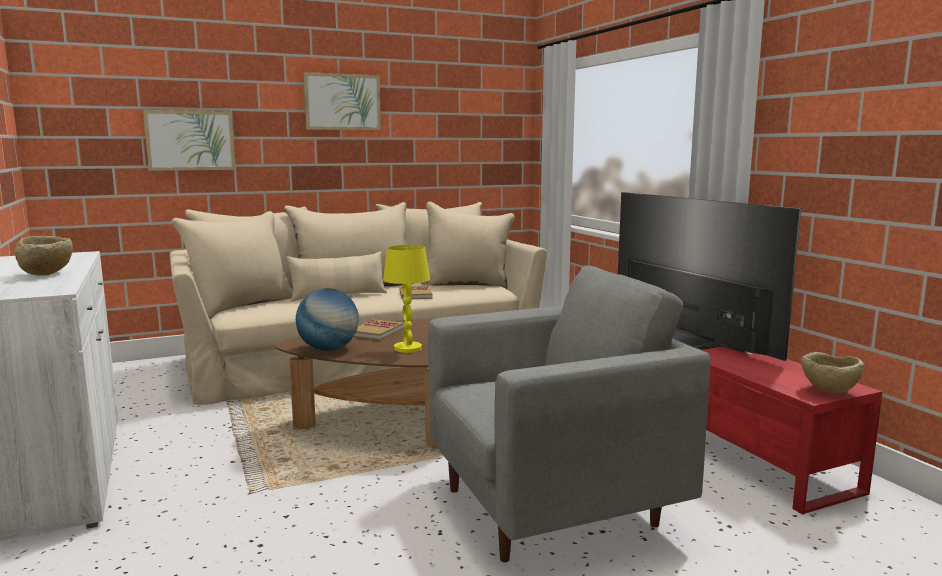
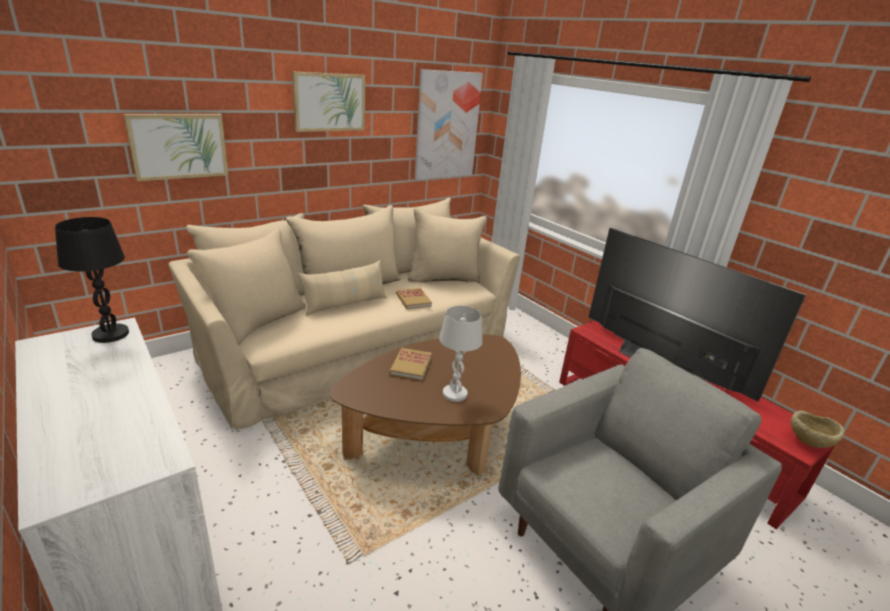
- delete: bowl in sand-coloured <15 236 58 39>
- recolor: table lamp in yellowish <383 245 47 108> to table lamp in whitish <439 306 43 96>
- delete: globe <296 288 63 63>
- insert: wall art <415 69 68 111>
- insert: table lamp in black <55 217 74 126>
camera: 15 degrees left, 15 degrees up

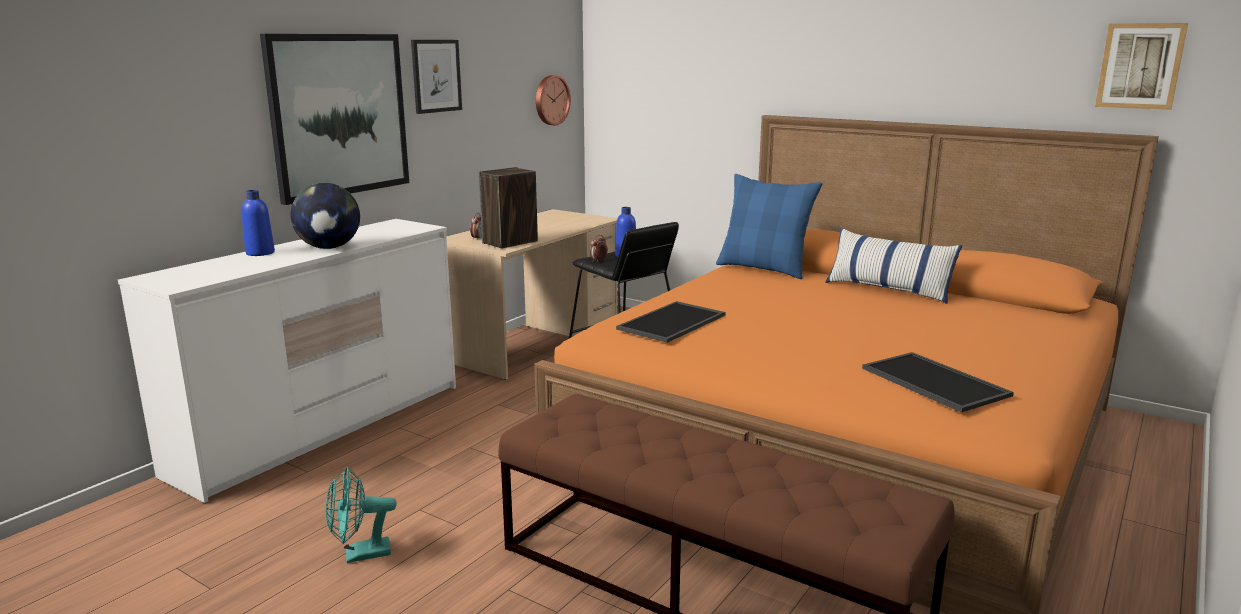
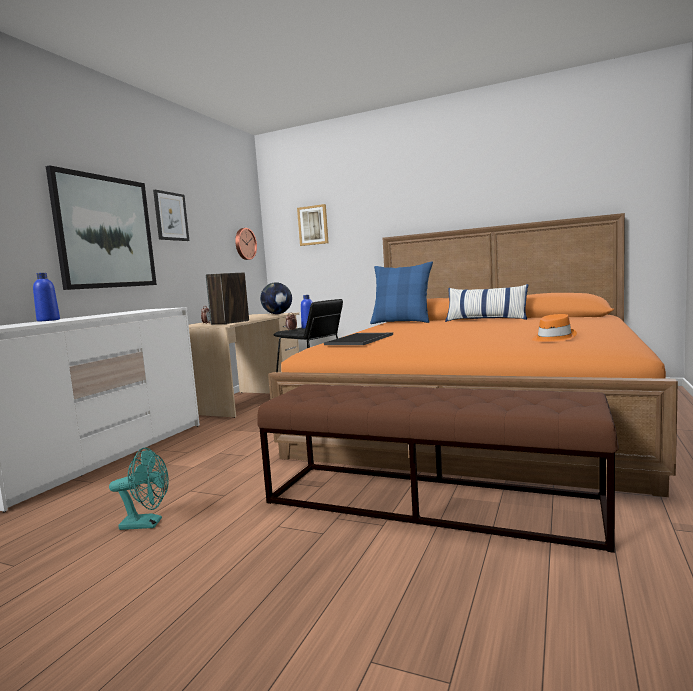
- move: wall art <1095 23 93 87> to <297 204 32 42>
- move: globe <291 183 69 66> to <260 282 32 32>
- replace: tray <862 352 152 61> to hat in orangey <532 314 45 28>
- rotate: cooling fan in blue-green <326 467 71 96> = <109 448 60 82> 150 degrees counterclockwise
camera: 10 degrees left, 10 degrees down

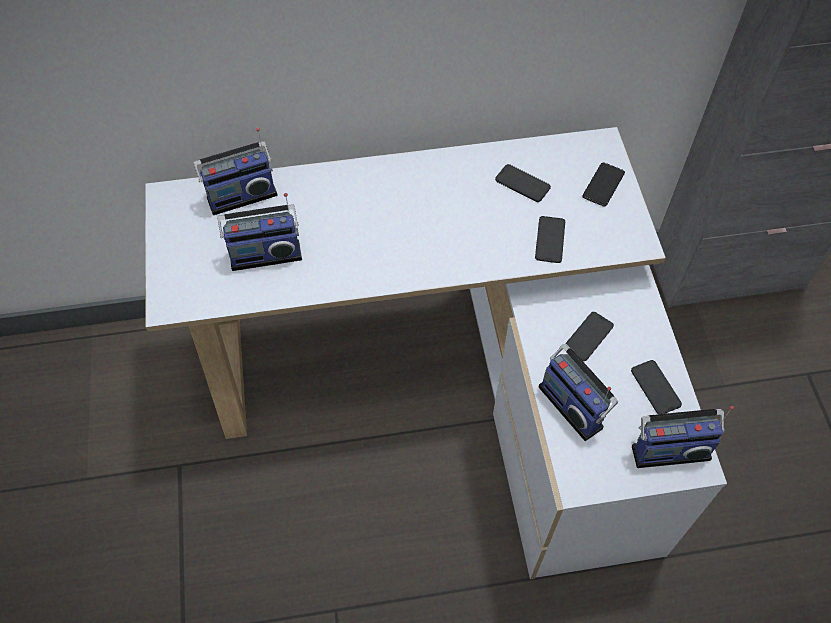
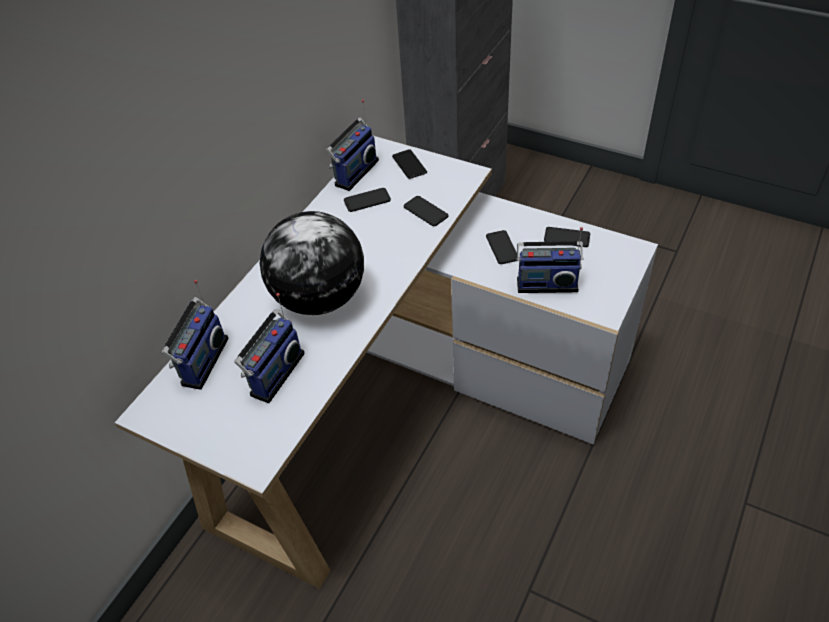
- move: radio <632 406 102 62> to <326 100 53 91>
- insert: globe <260 211 104 104>
camera: 50 degrees left, 10 degrees down

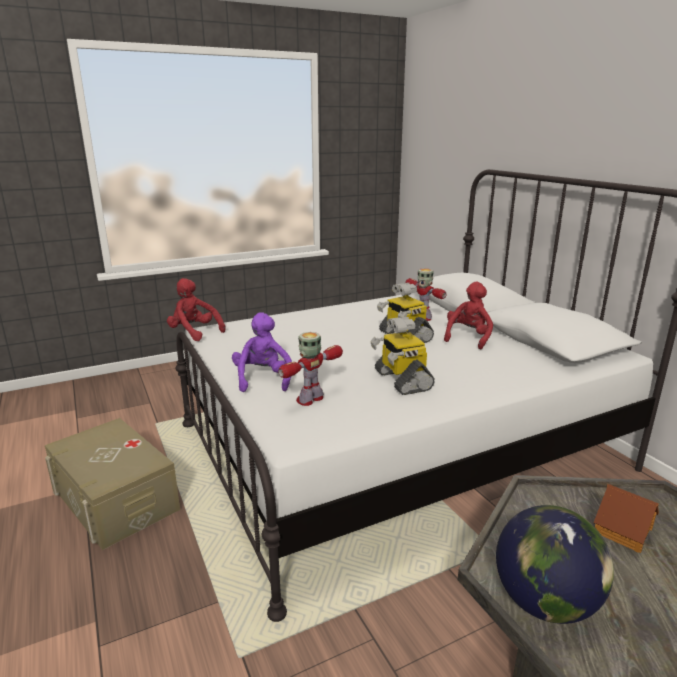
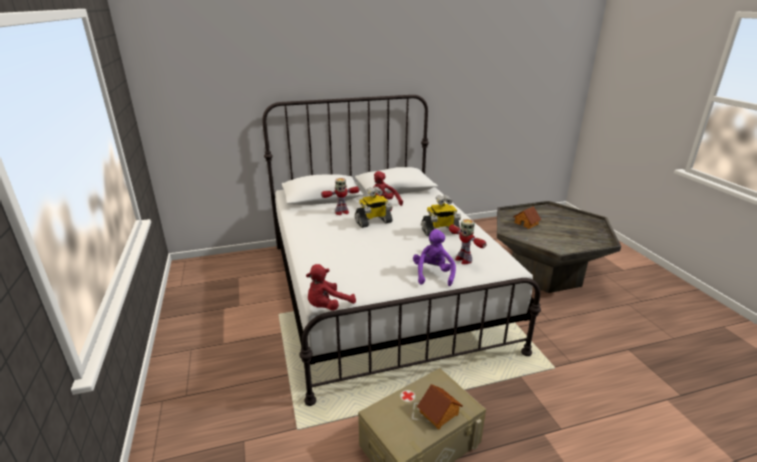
- rotate: cuddly toy in purplish <232 312 60 80> = <413 229 43 57> 90 degrees clockwise
- delete: globe <496 505 118 119>
- insert: model house <417 384 46 45>
camera: 80 degrees left, 5 degrees up

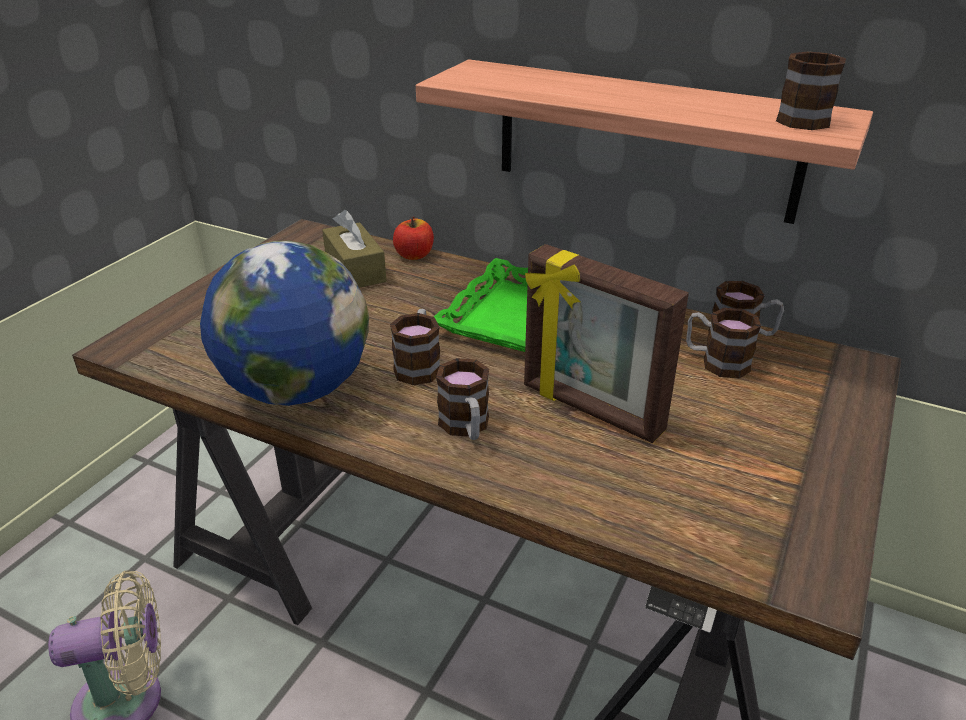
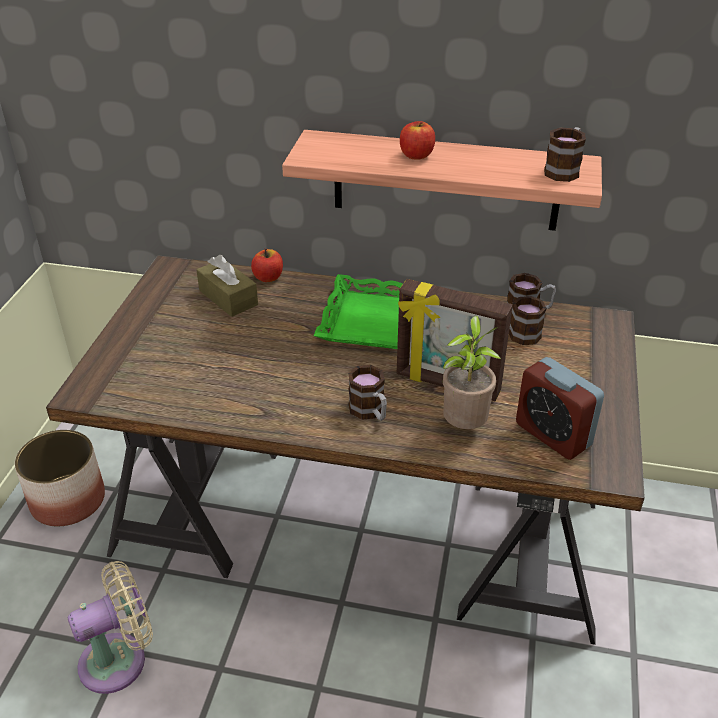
- delete: globe <200 241 169 165>
- delete: mug <390 309 50 76>
- insert: apple fruit <400 121 35 39>
- insert: plant in a pot <443 316 59 113>
- insert: bedside clock <516 357 88 103>
- insert: flower pot <15 430 90 96>
camera: 15 degrees left, 5 degrees up

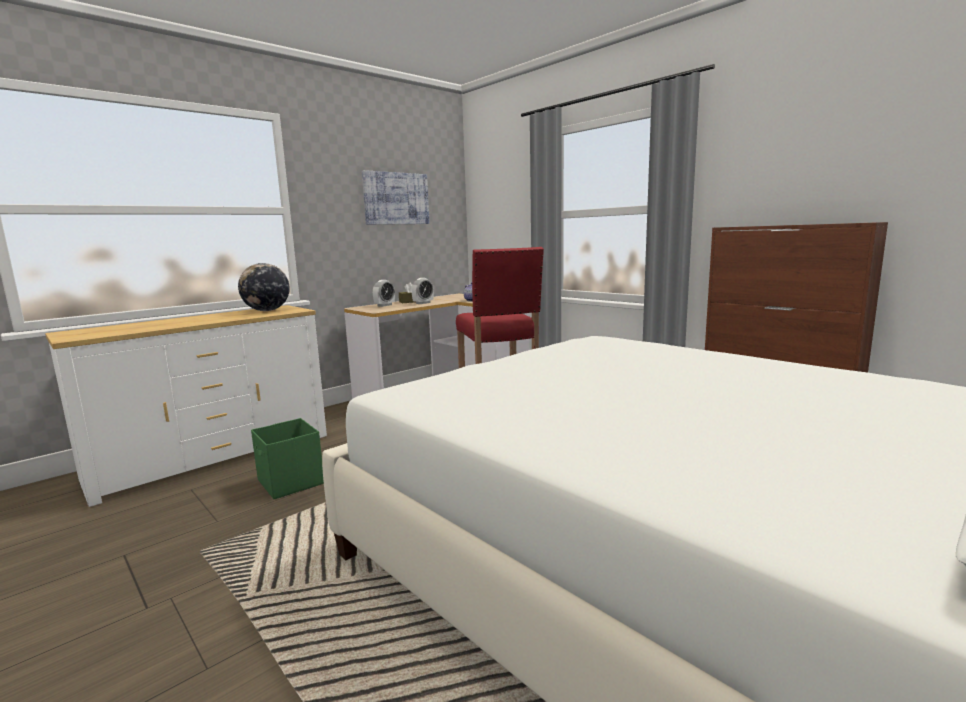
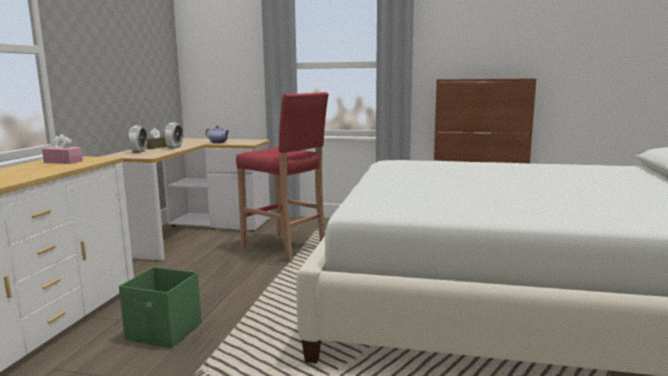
- delete: wall art <362 170 68 55>
- replace: globe <238 263 52 48> to tissue holder in pink <42 134 41 30>
camera: 35 degrees left, 0 degrees up

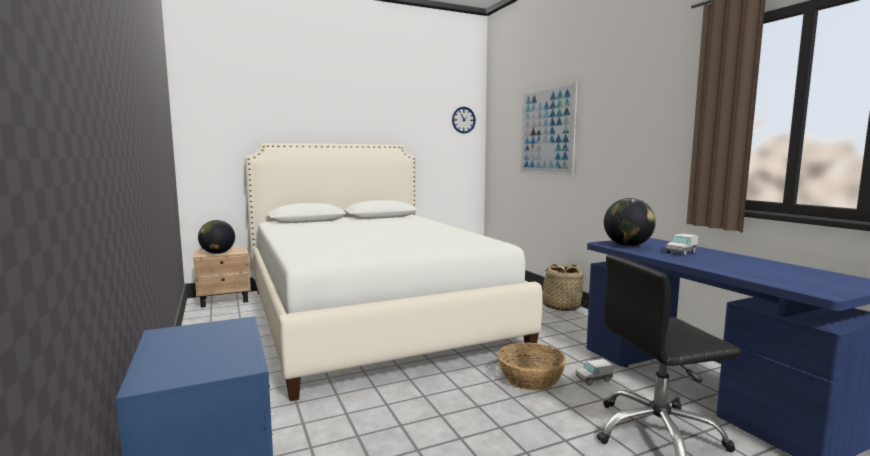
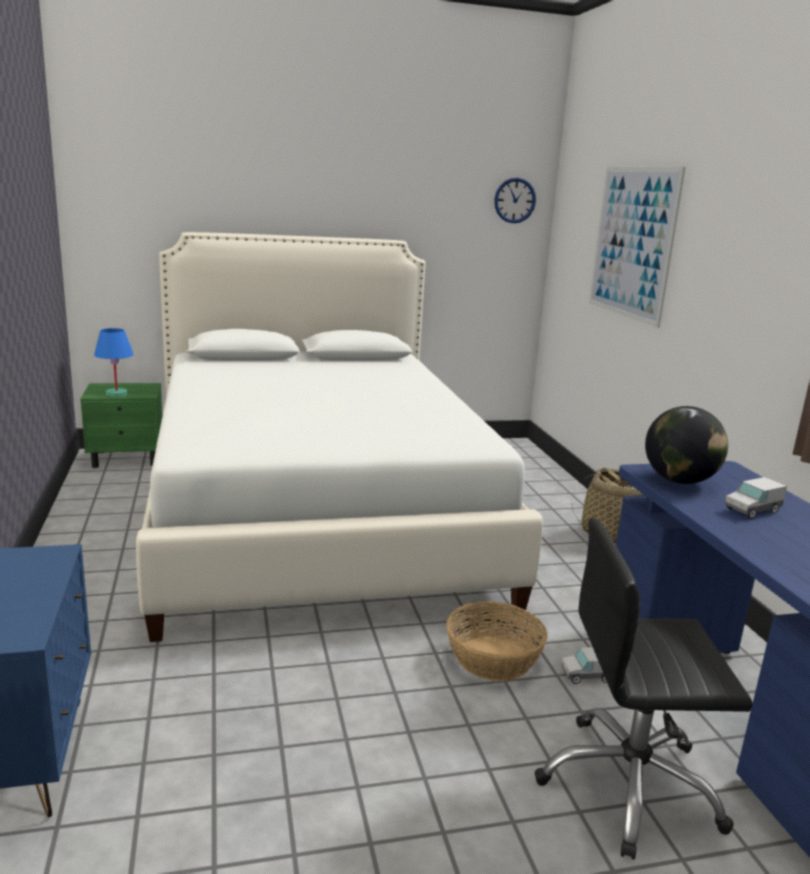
- replace: globe <198 220 37 34> to table lamp in bluish <94 328 40 69>
- recolor: bedside table in sand-coloured <193 246 58 62> to bedside table in green <80 383 83 85>
camera: 10 degrees right, 10 degrees up

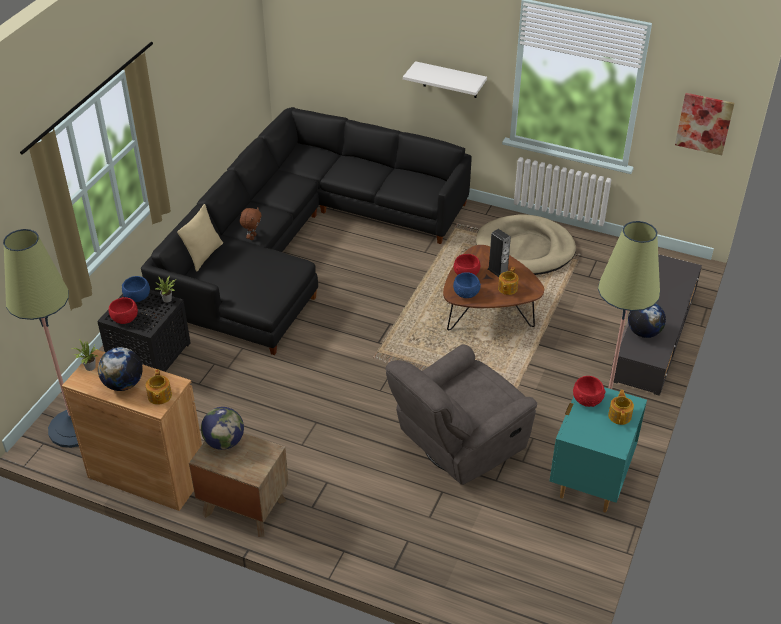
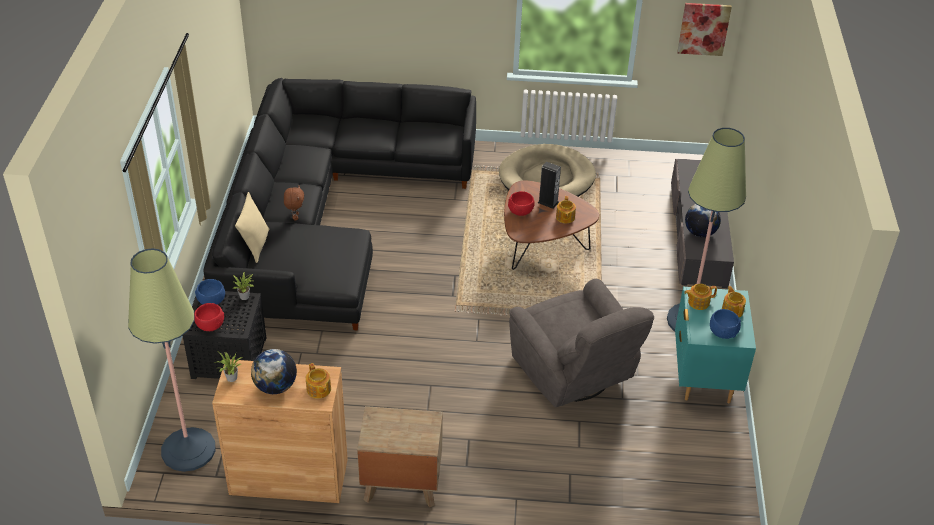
- delete: shelf in whitish <403 61 84 37>
- move: bowl in bluish <453 272 28 26> to <710 309 31 30>
- rotate: lounge chair in grey <385 344 152 141> = <509 279 145 128> 60 degrees counterclockwise
- replace: bowl in reddish <573 376 33 31> to tea pot <684 284 33 26>
- delete: globe <201 407 43 43>
camera: 20 degrees left, 0 degrees up

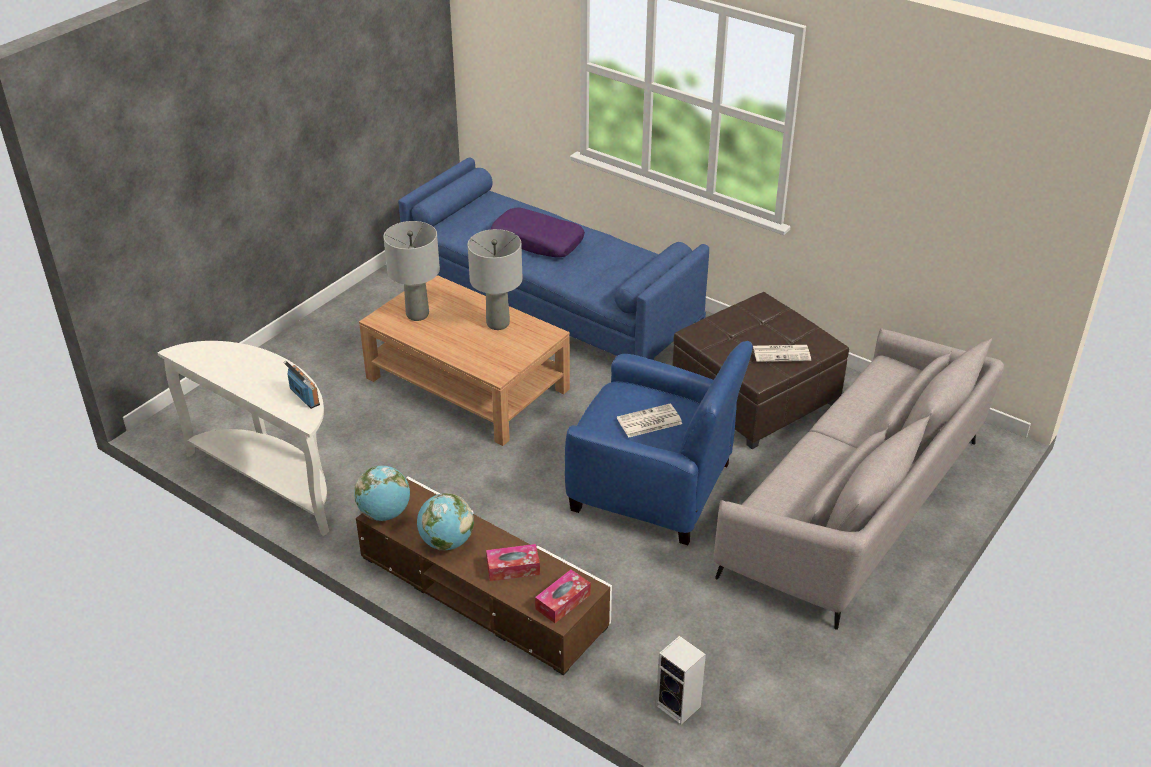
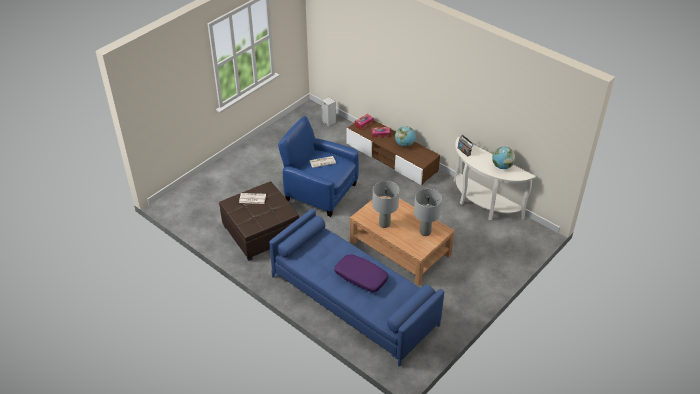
- delete: settee in grey <714 328 290 302>
- move: globe <354 466 56 55> to <492 146 23 23>
camera: 175 degrees left, 5 degrees up

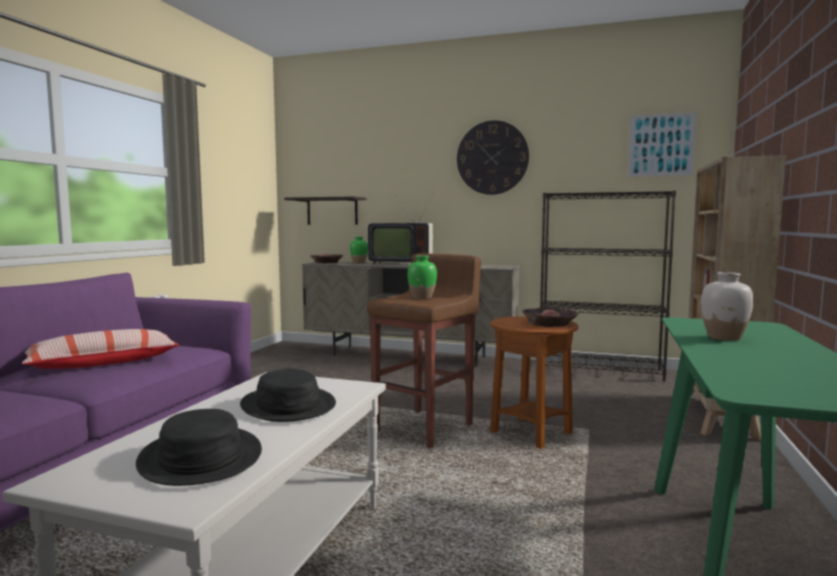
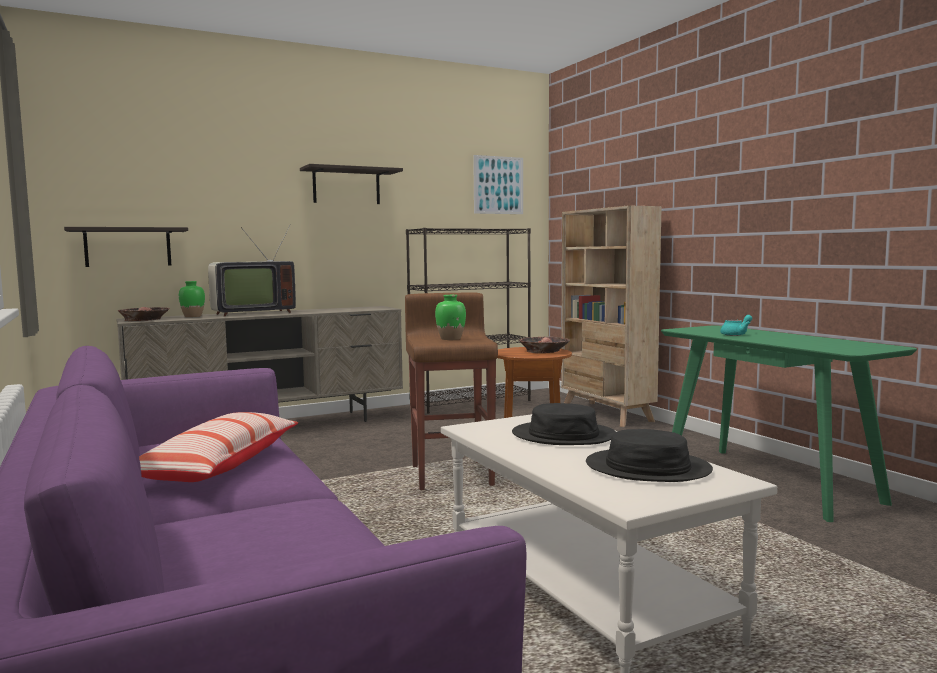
- replace: clock on the wall <457 120 72 75> to shelf <300 164 103 40>
- replace: vase in whitish <701 272 53 69> to tea pot in blue-green <720 315 32 21>
camera: 45 degrees left, 0 degrees up

